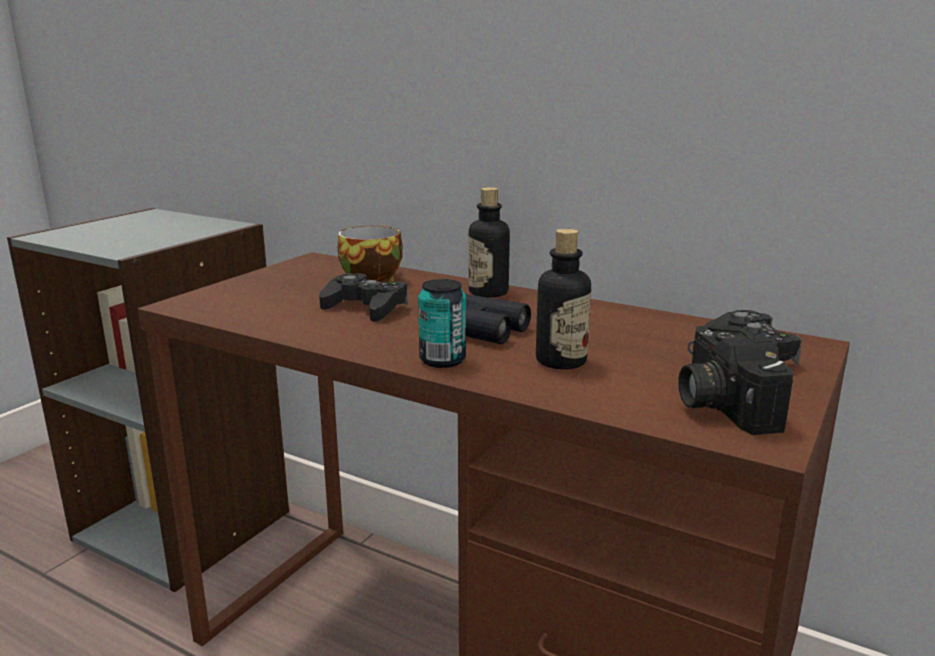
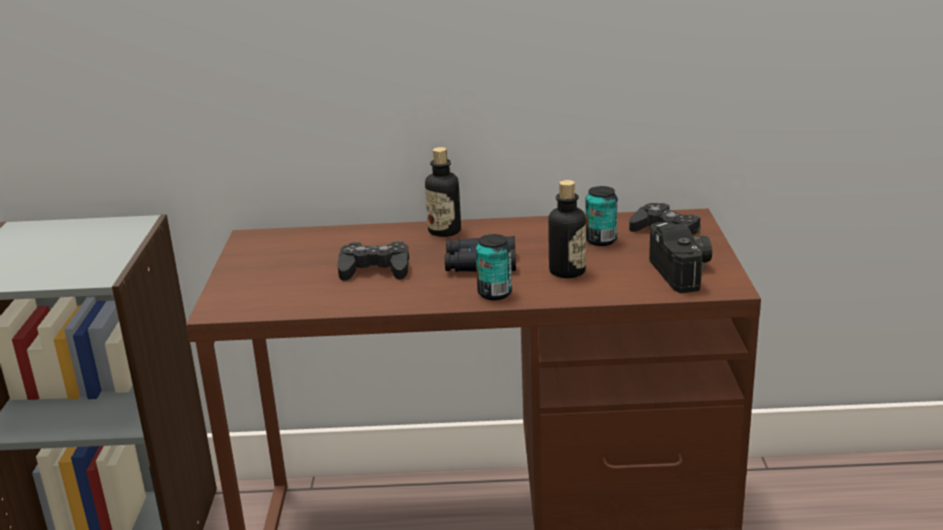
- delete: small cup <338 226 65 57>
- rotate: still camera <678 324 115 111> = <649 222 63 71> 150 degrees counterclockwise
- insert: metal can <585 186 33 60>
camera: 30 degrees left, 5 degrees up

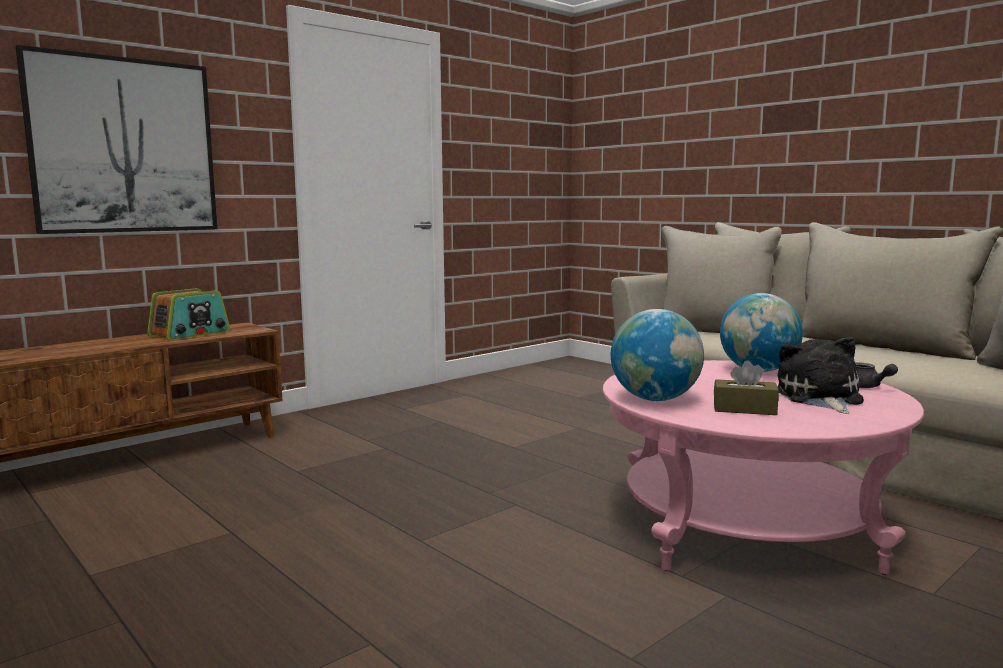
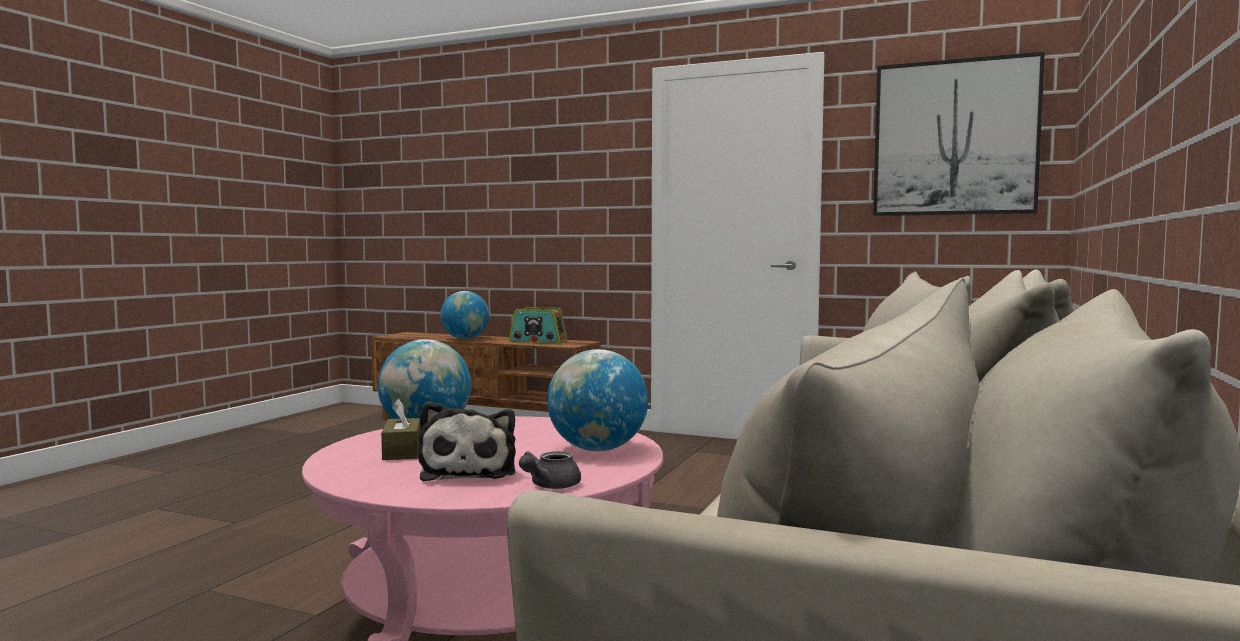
- move: wall art <15 45 202 189> to <873 52 172 164>
- rotate: cuddly toy <778 337 86 77> = <418 401 98 80> 105 degrees clockwise
- insert: globe <440 291 49 48>
camera: 65 degrees right, 5 degrees down

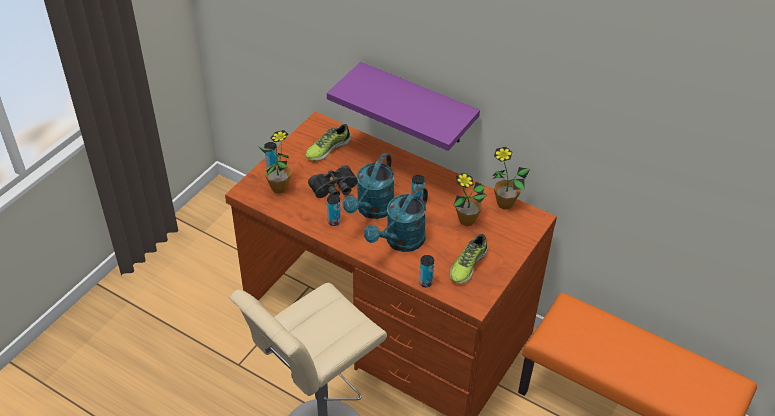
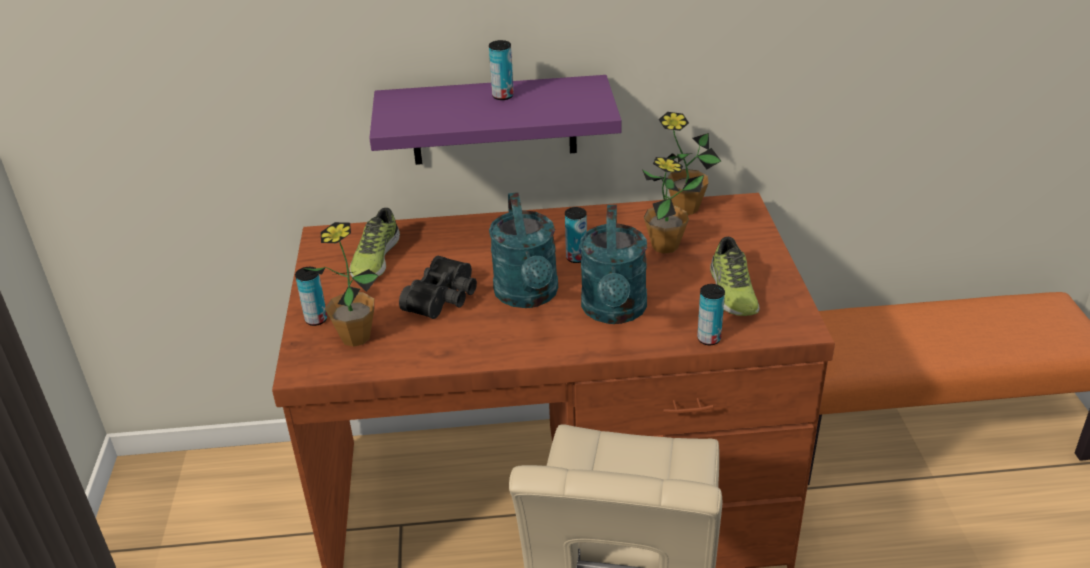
- move: metal can <327 194 14 32> to <489 40 25 60>
camera: 35 degrees left, 10 degrees down

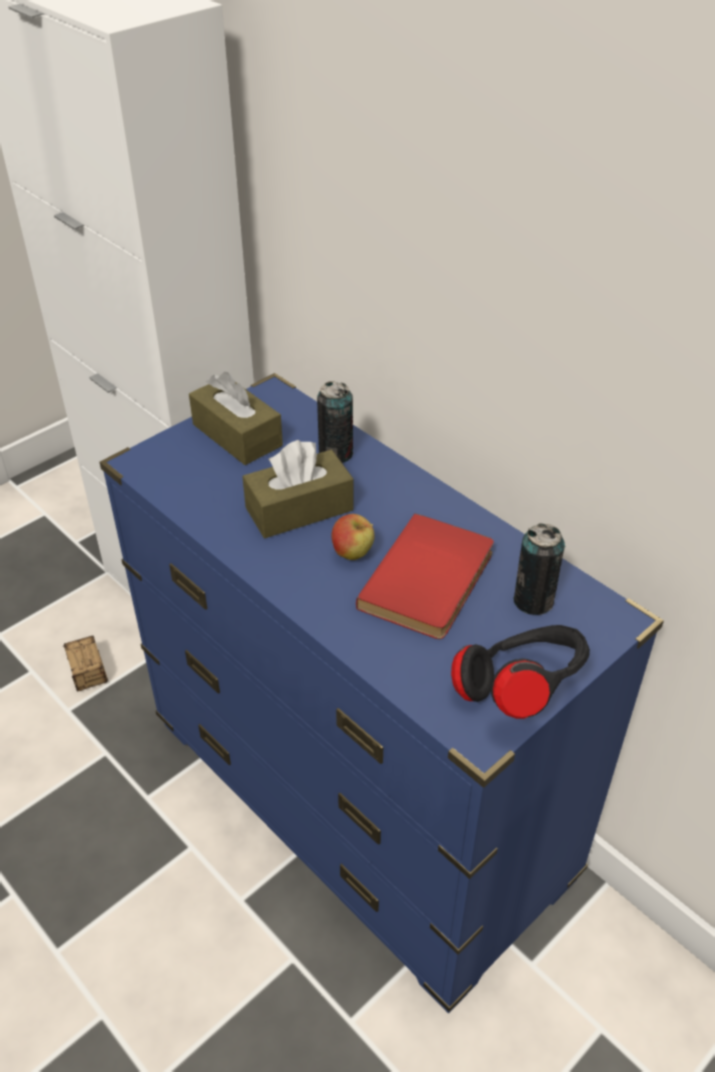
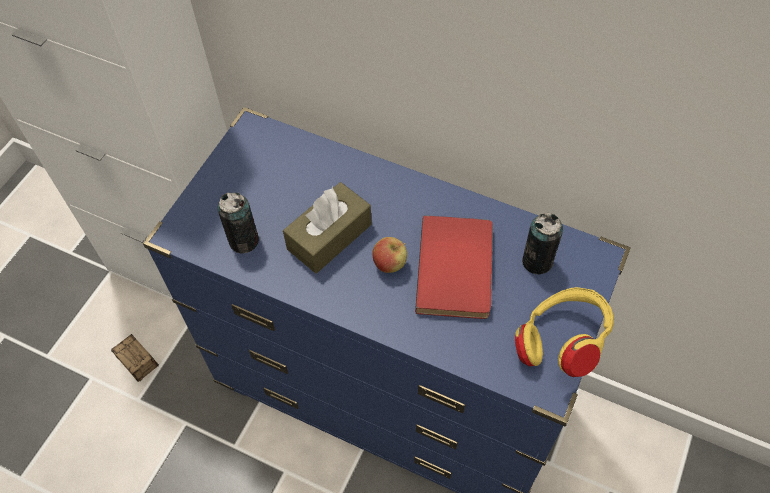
- delete: tissue holder in brownish <189 372 94 93>
- move: metal can <317 381 37 82> to <218 192 41 62>
- recolor: headphones in black <451 625 139 94> to headphones in yellowish <515 287 99 90>
camera: 20 degrees left, 15 degrees up

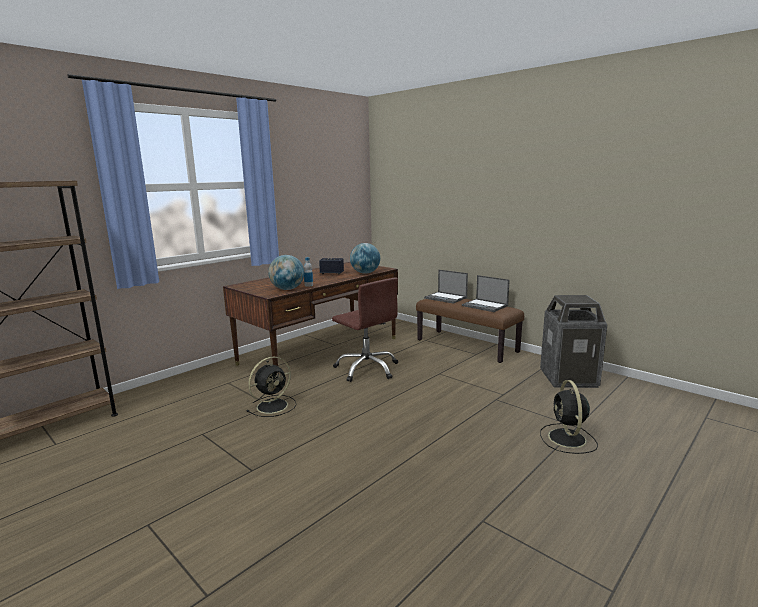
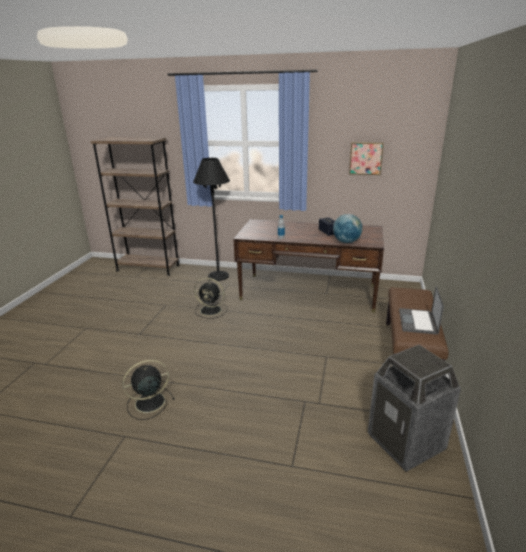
- delete: globe <268 255 36 35>
- delete: laptop <424 270 44 34>
- delete: desk chair in brownish <332 277 66 105>
- move: cooling fan in black <540 380 58 74> to <123 360 52 60>
- insert: wall art <349 142 35 33>
- insert: standing lamp in black <193 158 37 123>
camera: 60 degrees right, 10 degrees up

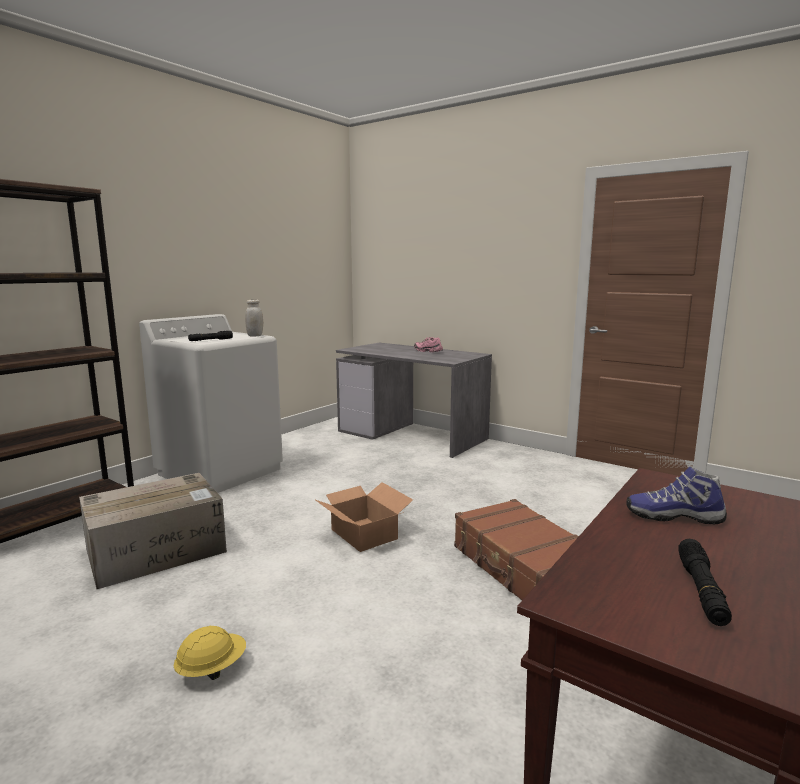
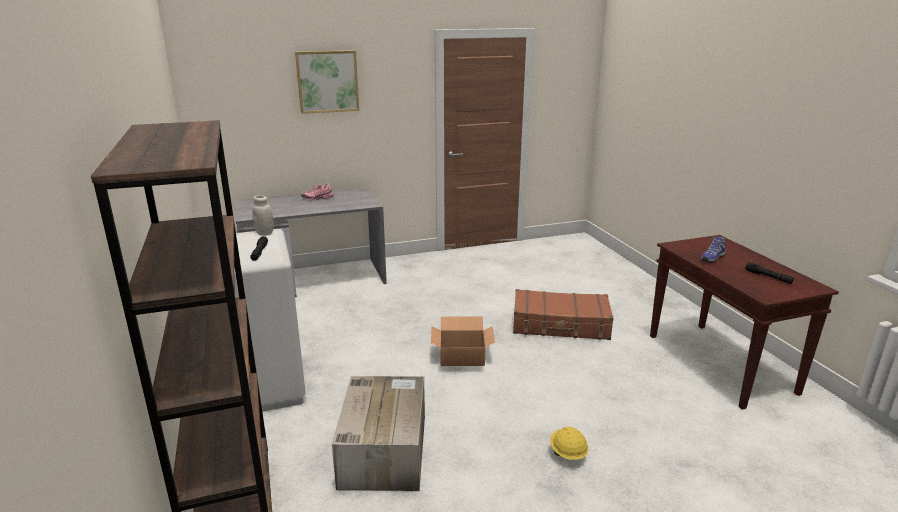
- insert: wall art <295 50 64 64>
camera: 55 degrees left, 10 degrees up

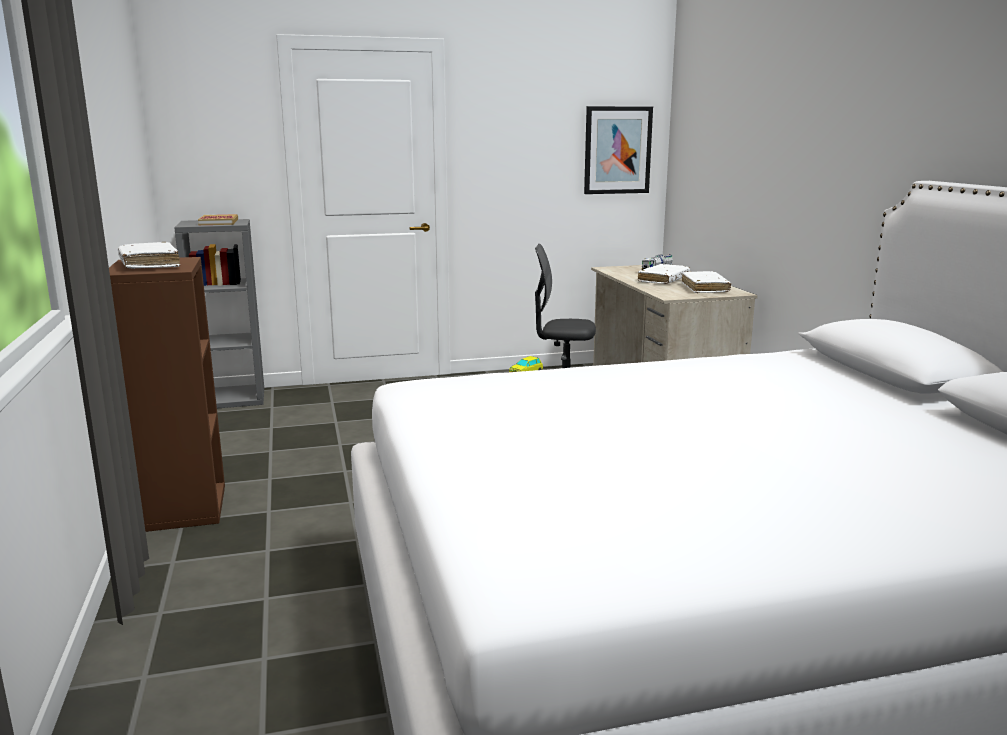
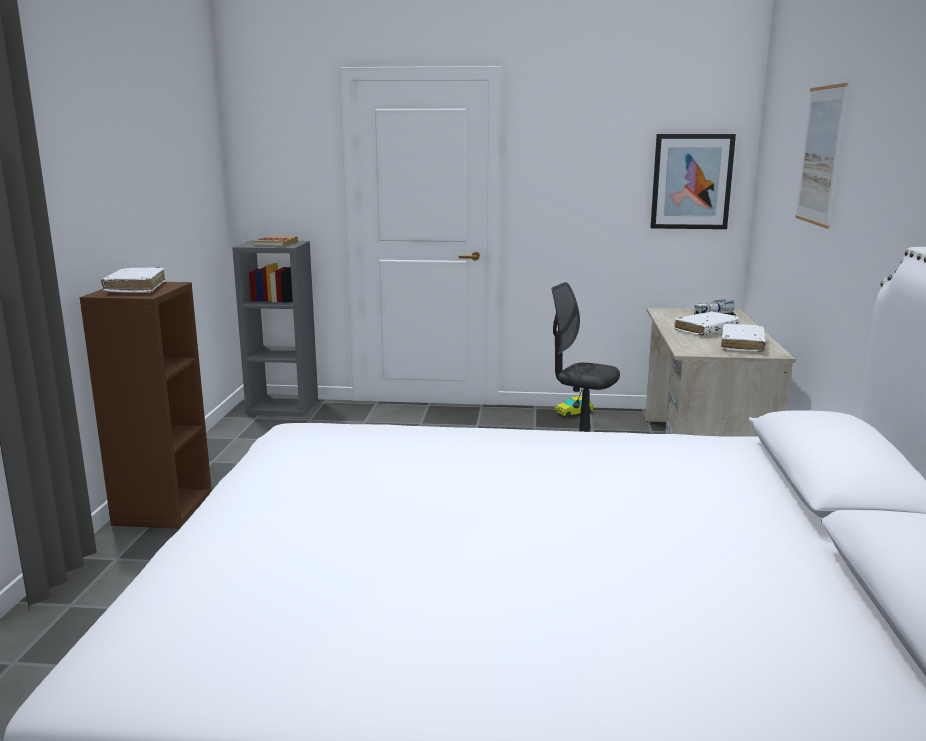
- insert: wall art <795 83 53 146>
camera: 20 degrees right, 0 degrees up

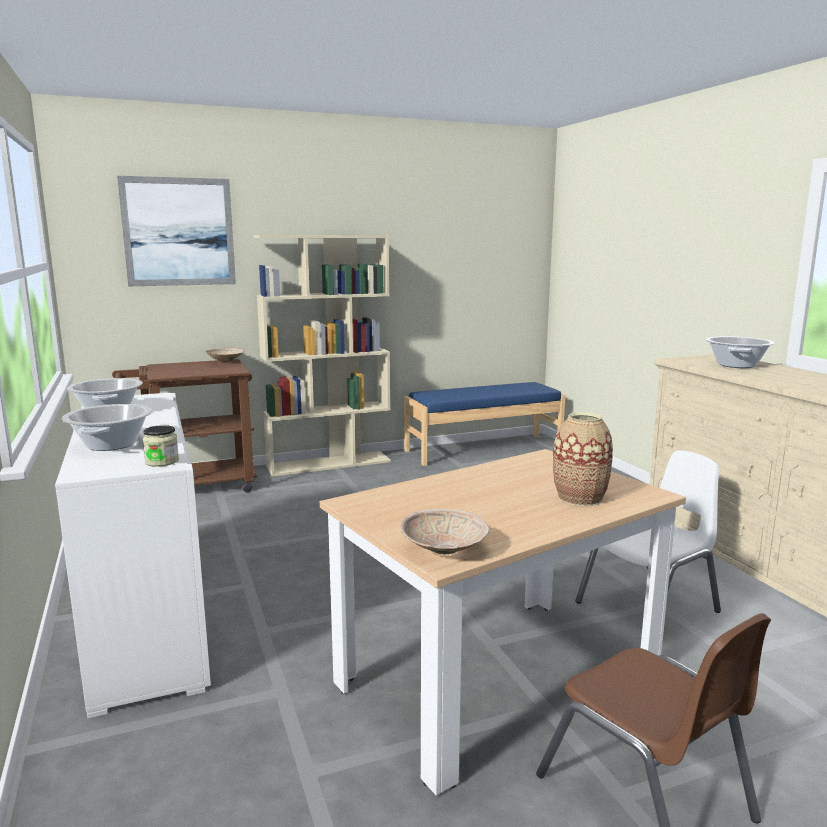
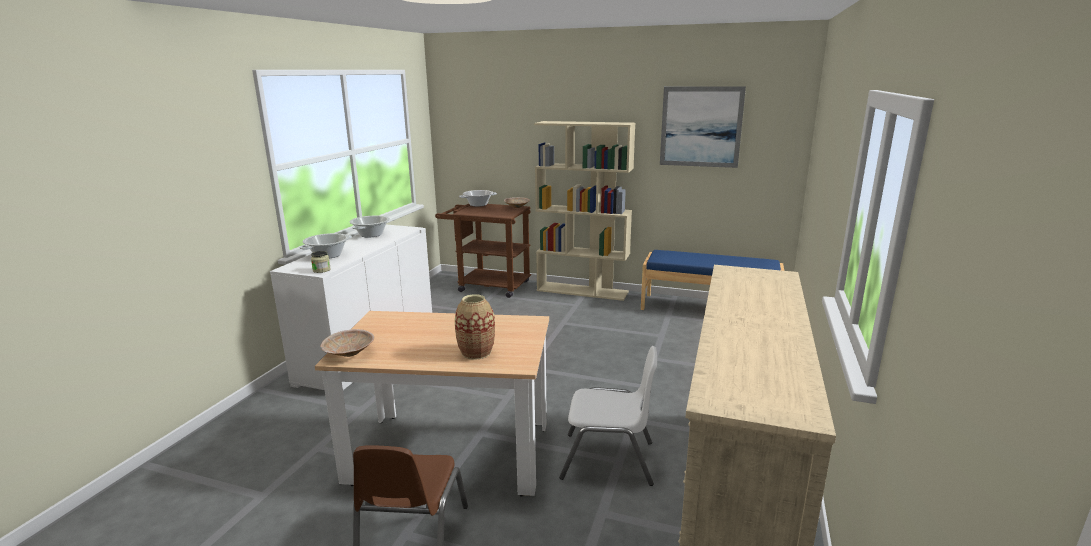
- move: wall art <117 176 119 110> to <660 86 86 82>
- move: saucepot <705 336 70 32> to <459 190 38 17>
camera: 40 degrees right, 5 degrees up

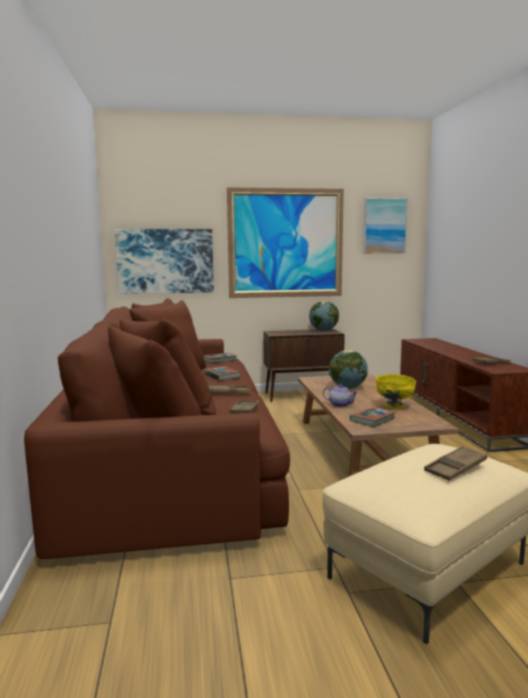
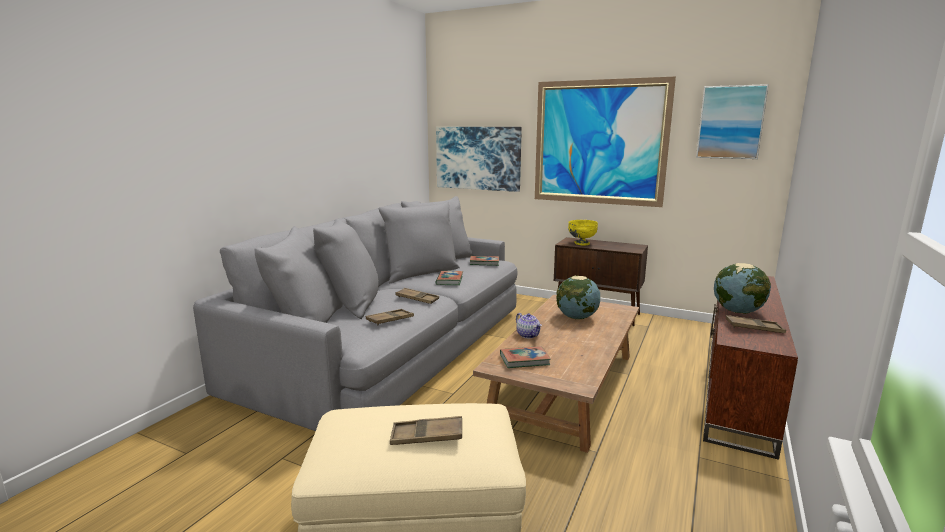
- recolor: settee in brownish <24 298 266 261> to settee in grey <193 196 324 235>
- move: globe <309 301 30 30> to <714 263 57 51>
- move: bowl in yellowish <376 374 40 35> to <568 220 30 26>
camera: 35 degrees right, 5 degrees up

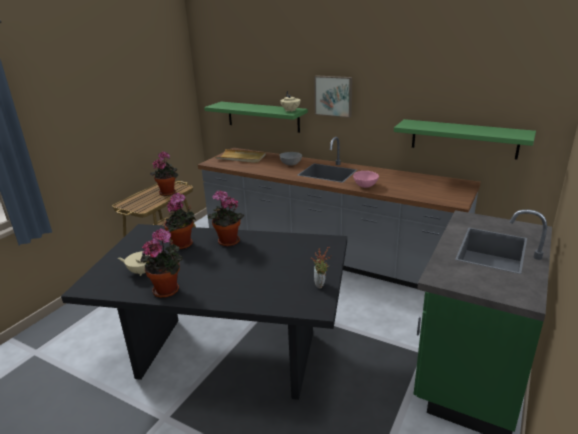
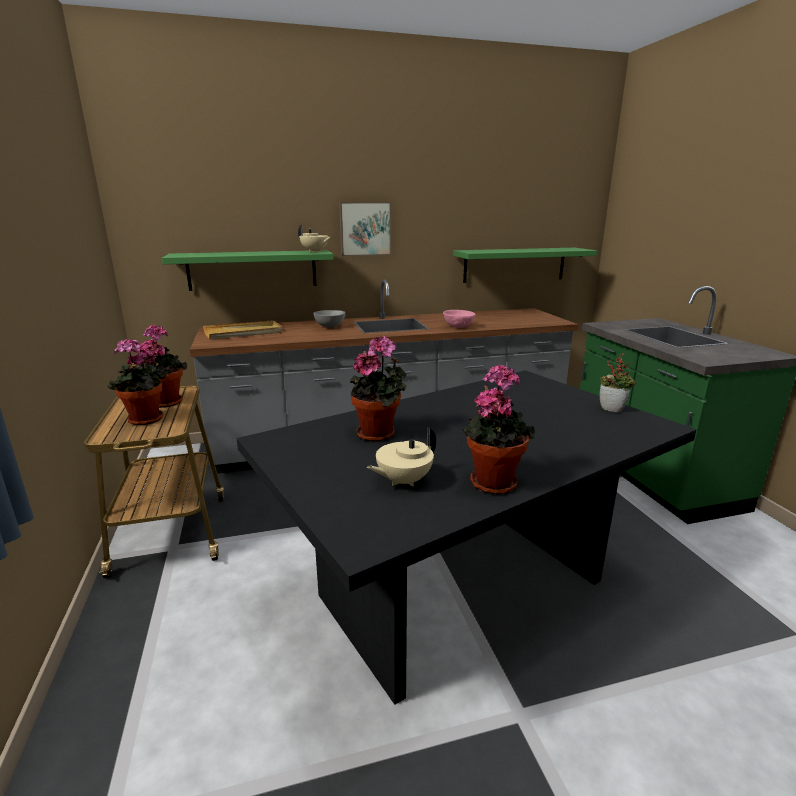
- move: plant in a pot <208 190 36 57> to <107 339 61 86>
camera: 45 degrees left, 5 degrees down

